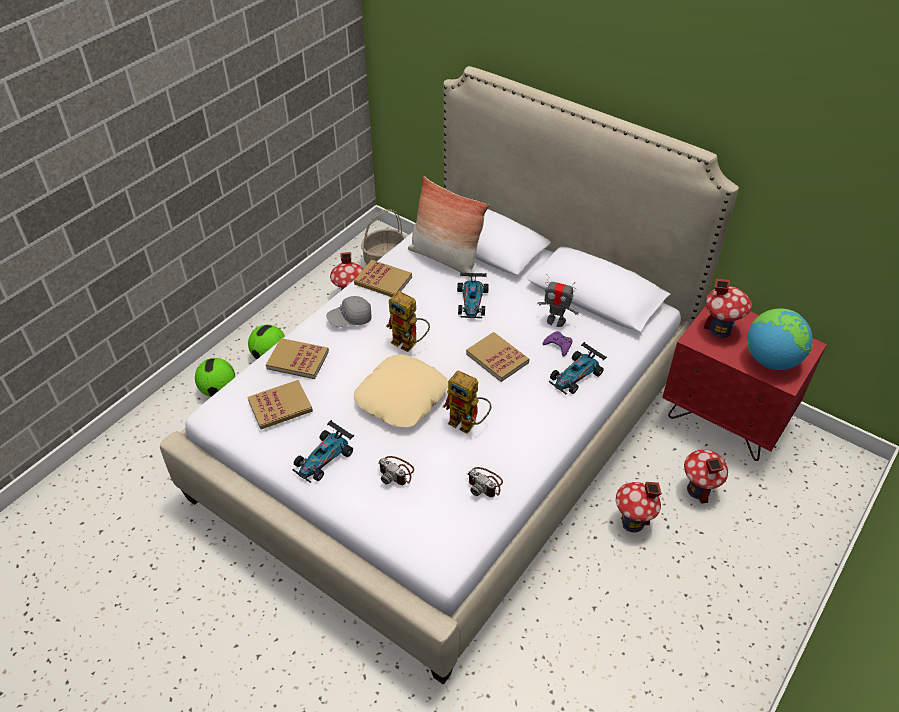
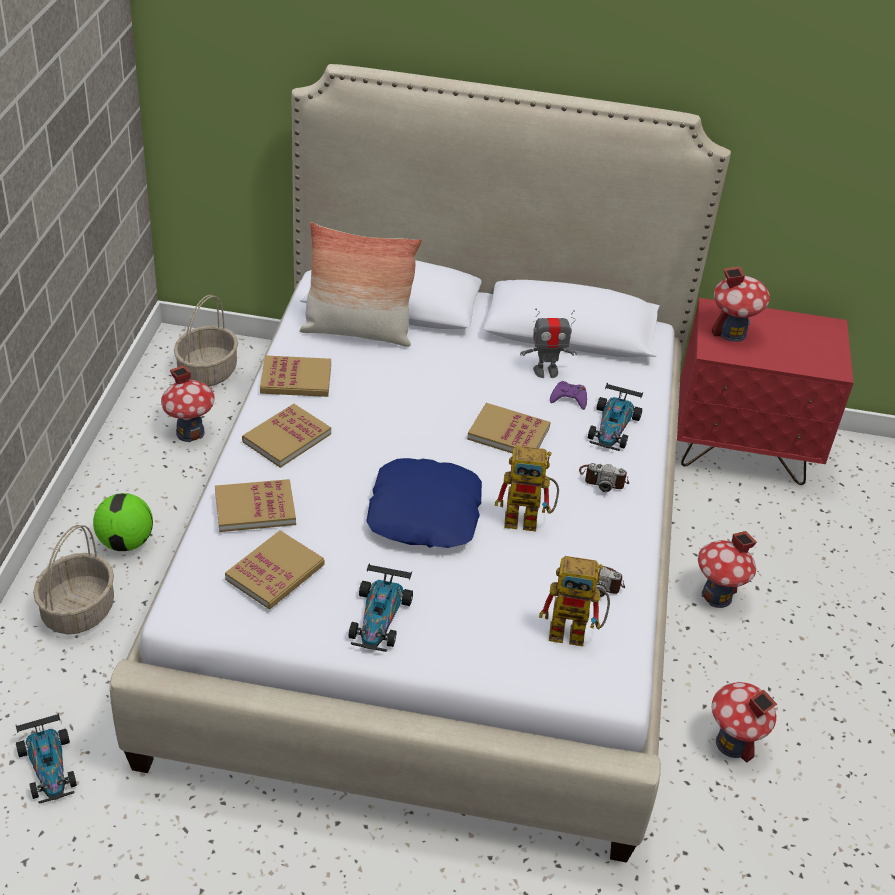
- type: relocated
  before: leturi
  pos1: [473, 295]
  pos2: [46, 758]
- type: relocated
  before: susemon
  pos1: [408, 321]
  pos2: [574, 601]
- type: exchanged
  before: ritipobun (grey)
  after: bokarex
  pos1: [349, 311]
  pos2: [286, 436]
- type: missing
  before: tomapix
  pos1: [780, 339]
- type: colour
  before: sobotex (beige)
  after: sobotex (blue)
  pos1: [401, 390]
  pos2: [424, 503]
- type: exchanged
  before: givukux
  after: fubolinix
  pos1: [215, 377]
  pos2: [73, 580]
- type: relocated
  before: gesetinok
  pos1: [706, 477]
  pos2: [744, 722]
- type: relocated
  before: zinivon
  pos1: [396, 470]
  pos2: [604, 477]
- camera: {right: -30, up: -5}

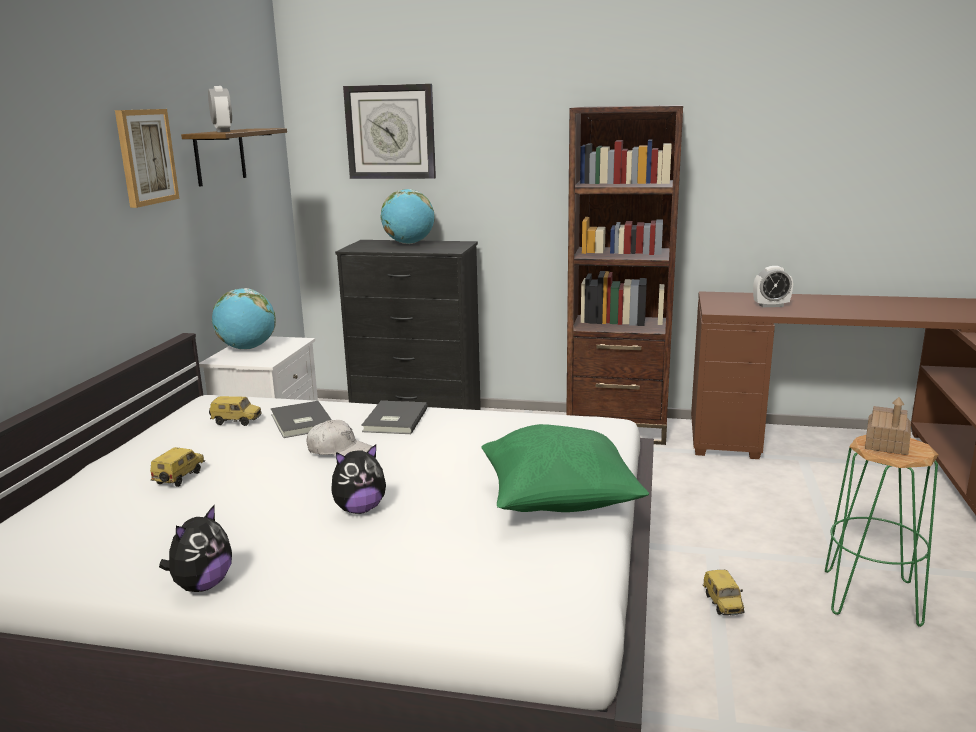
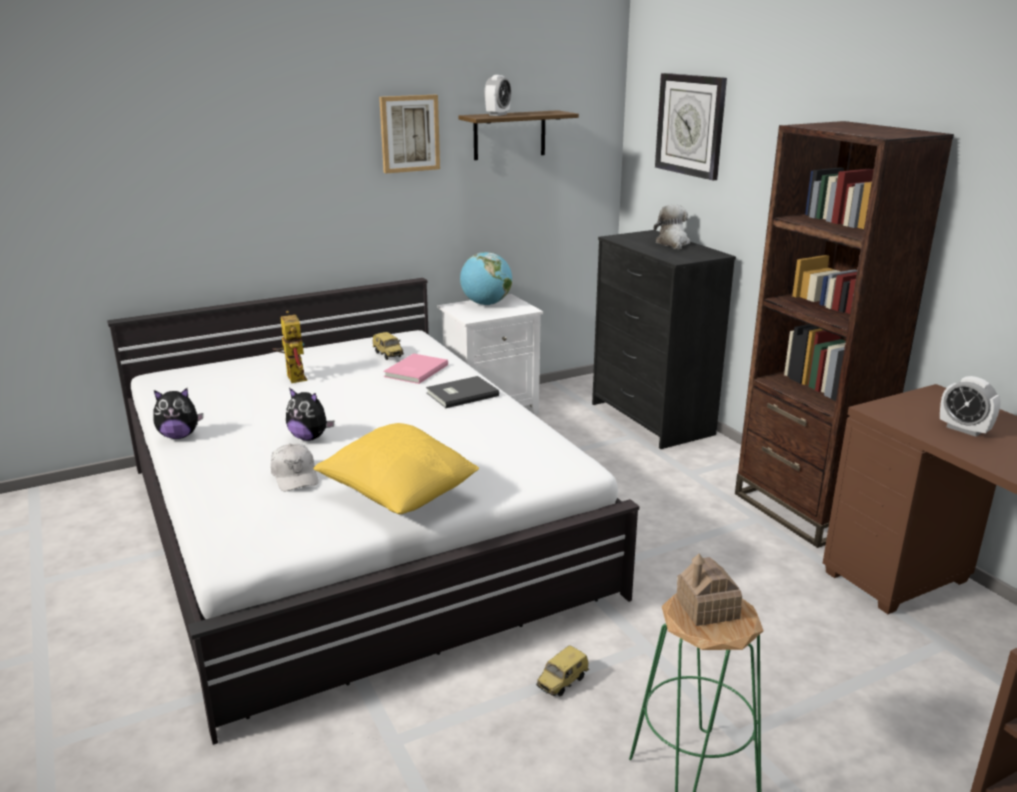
- type: exchanged
  before: tomapix
  after: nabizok
  pos1: [407, 216]
  pos2: [672, 227]
- type: colour
  before: bokarex (grey)
  after: bokarex (pink)
  pos1: [301, 419]
  pos2: [415, 368]
- type: relocated
  before: ritipobun (white)
  pos1: [339, 438]
  pos2: [295, 467]
- type: colour
  before: sobotex (green)
  after: sobotex (yellow)
  pos1: [565, 468]
  pos2: [396, 468]
- type: exchanged
  before: leturi
  after: susemon
  pos1: [177, 467]
  pos2: [289, 347]
- camera: {right: 50, up: 5}

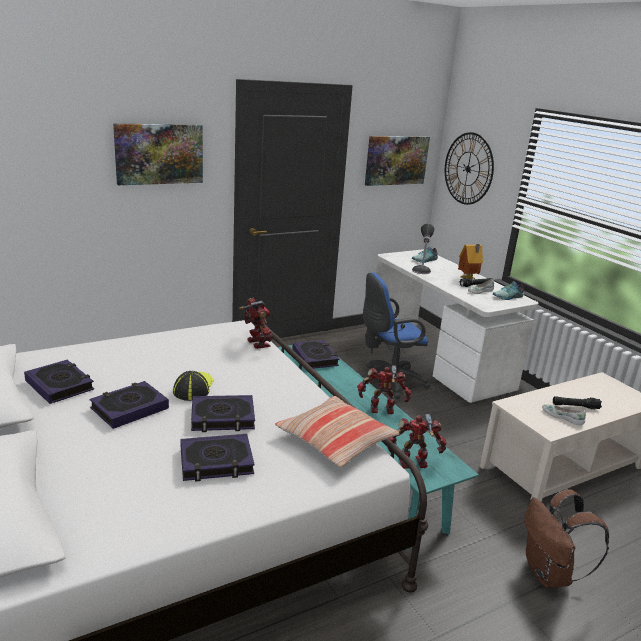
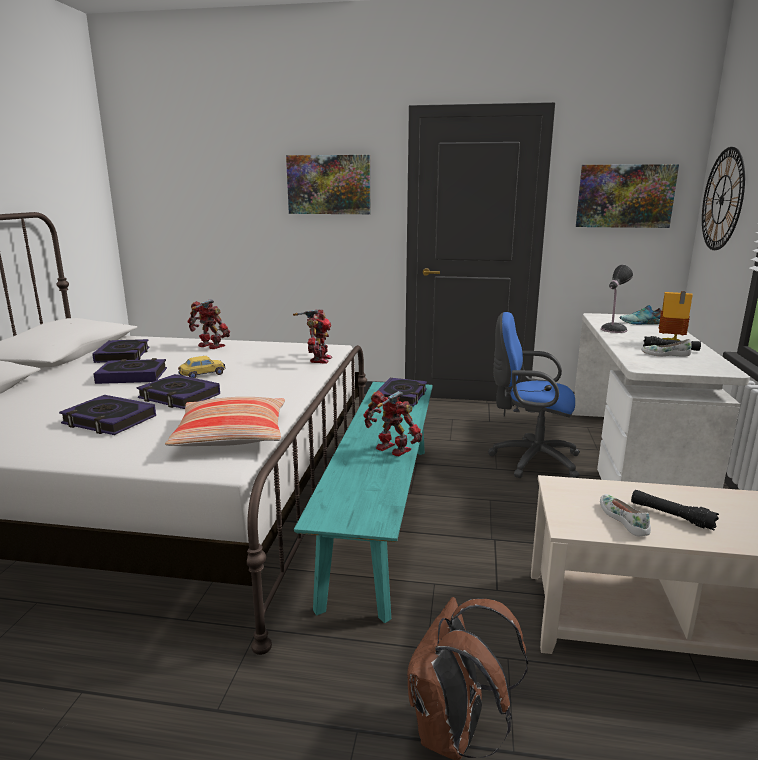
- type: missing
  before: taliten
  pos1: [508, 290]
- type: exchanged
  before: ritipobun
  after: leturi
  pos1: [193, 386]
  pos2: [202, 367]
- type: relocated
  before: susemon
  pos1: [417, 441]
  pos2: [209, 324]
- camera: {right: 40, up: -5}

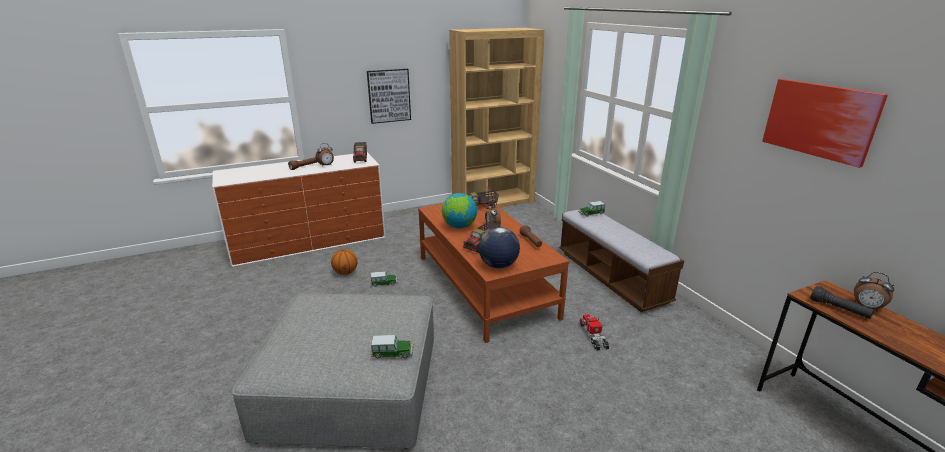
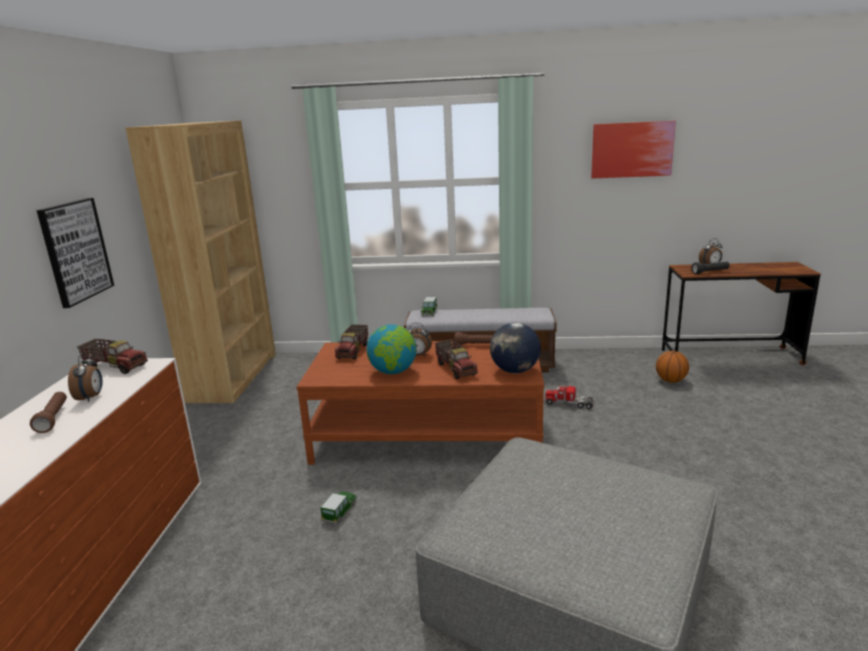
- type: relocated
  before: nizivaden
  pos1: [344, 262]
  pos2: [672, 367]
- type: missing
  before: leturi
  pos1: [392, 347]
- camera: {right: -60, up: -5}

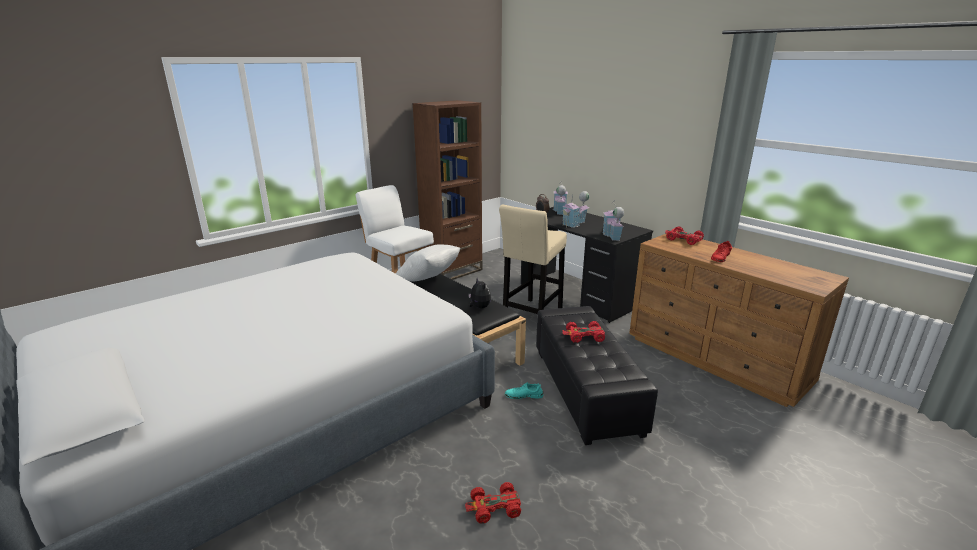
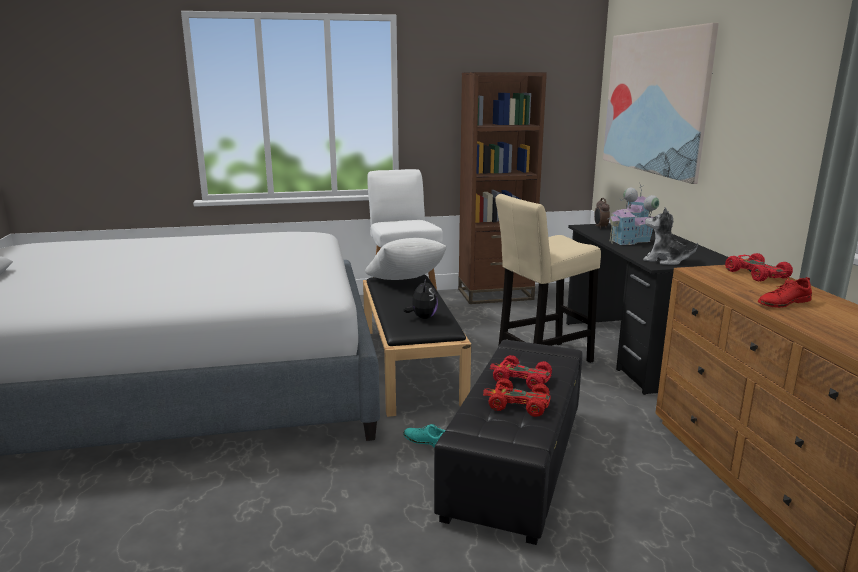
- type: exchanged
  before: gesetinok
  after: nabizok
  pos1: [613, 222]
  pos2: [670, 236]
- type: relocated
  before: leturi (red)
  pos1: [493, 503]
  pos2: [517, 397]
- type: appeared
  after: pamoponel
  pos2: [661, 103]
- camera: {right: 30, up: -5}

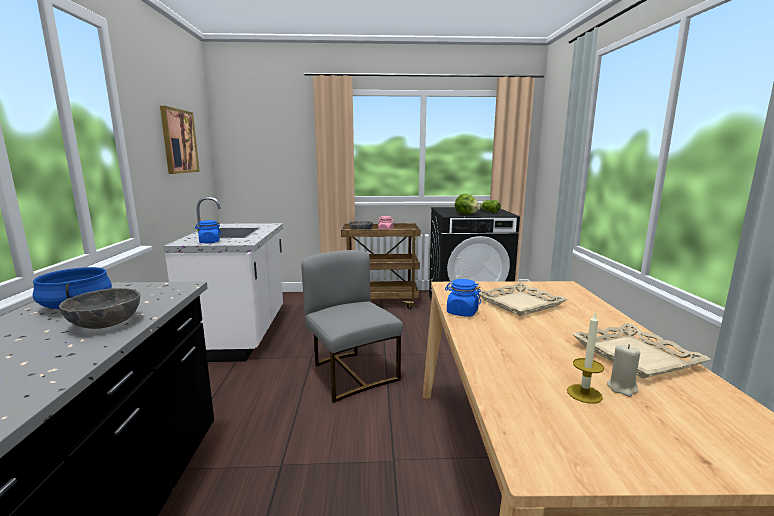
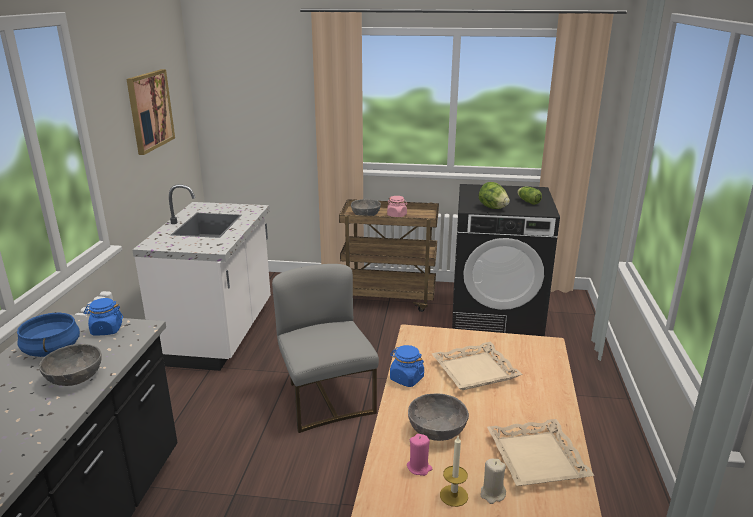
- type: relocated
  before: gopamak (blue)
  pos1: [208, 232]
  pos2: [103, 316]
- type: appeared
  after: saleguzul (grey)
  pos2: [438, 417]
- type: appeared
  after: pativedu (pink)
  pos2: [419, 455]
- camera: {right: 10, up: 10}

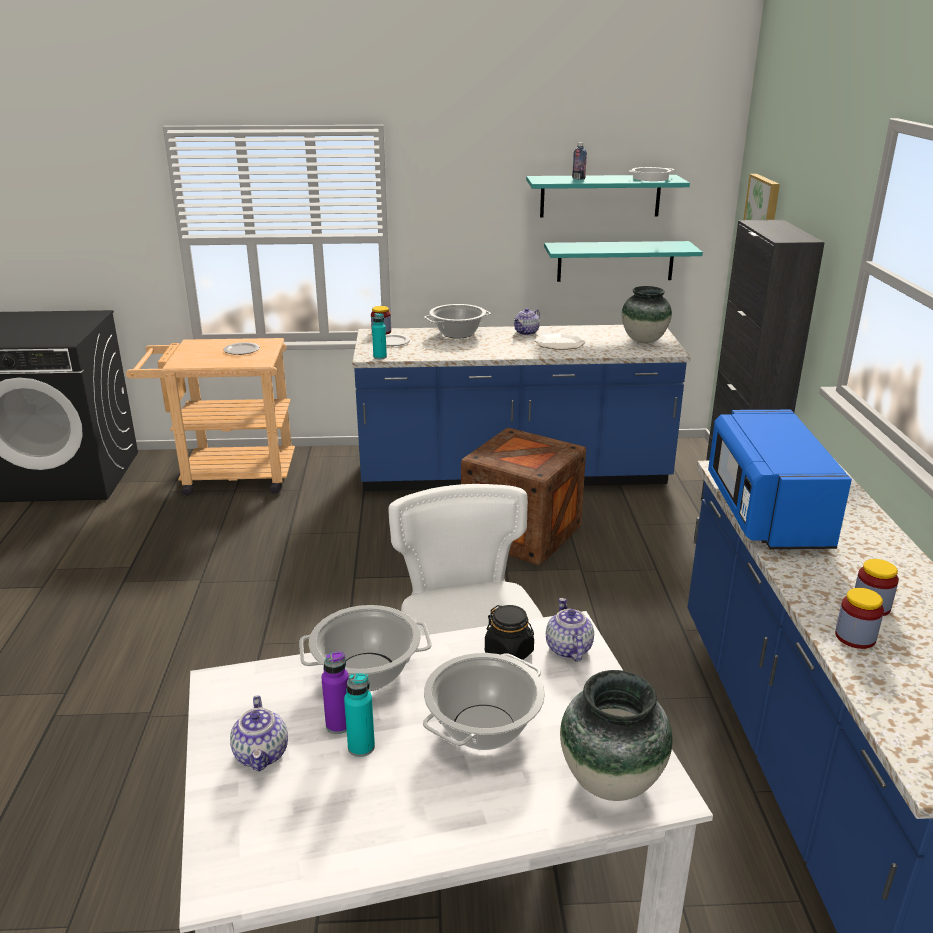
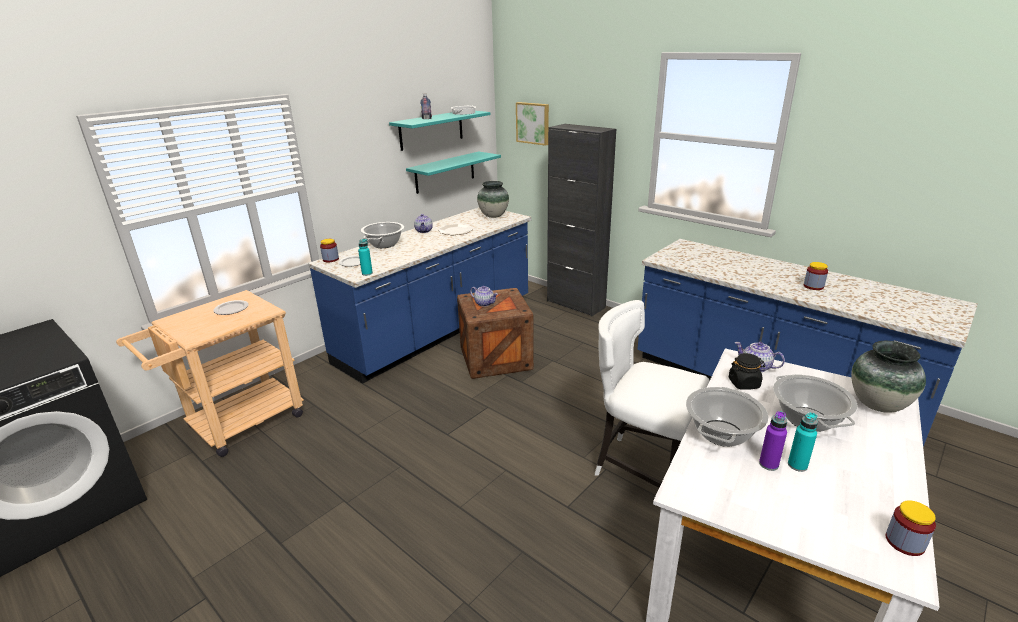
- type: missing
  before: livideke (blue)
  pos1: [780, 479]
- type: relocated
  before: gopamak
  pos1: [859, 618]
  pos2: [911, 528]
- type: relocated
  before: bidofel
  pos1: [259, 733]
  pos2: [484, 296]
- camera: {right: -45, up: 0}

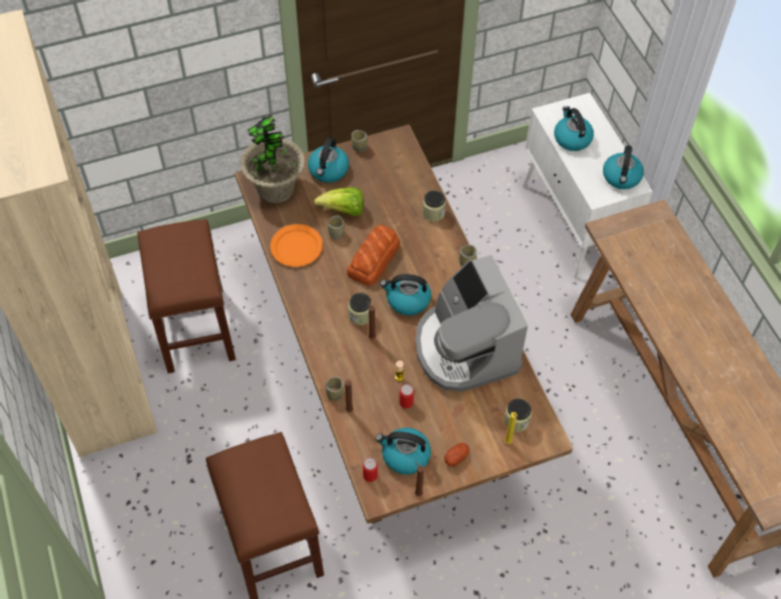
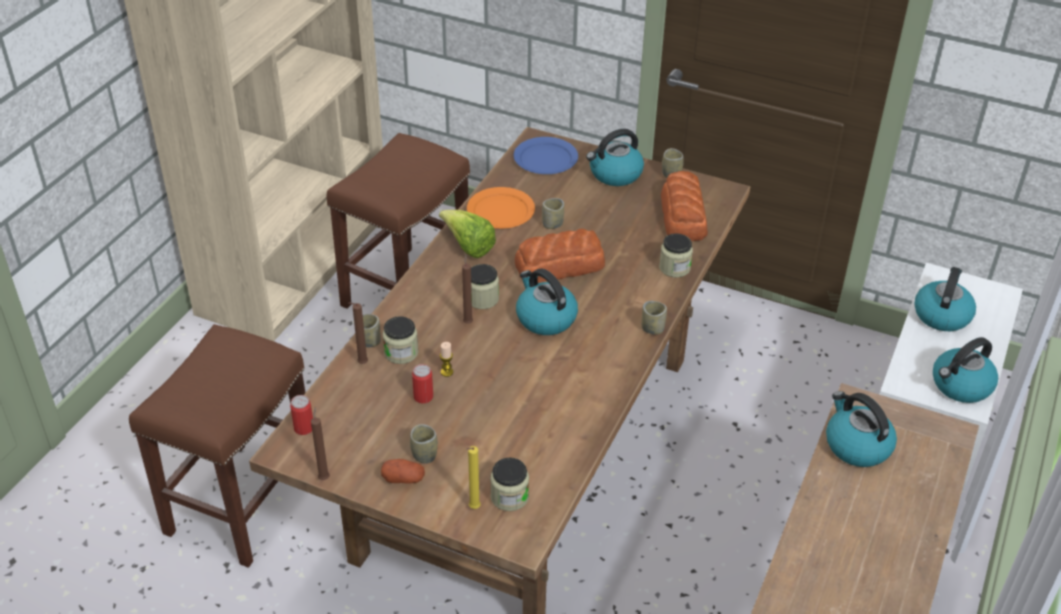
- type: exchanged
  before: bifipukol
  after: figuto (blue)
  pos1: [272, 158]
  pos2: [546, 155]
- type: relocated
  before: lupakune
  pos1: [339, 201]
  pos2: [467, 234]
- type: missing
  before: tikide
  pos1: [471, 323]
- type: relocated
  before: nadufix
  pos1: [403, 451]
  pos2: [861, 429]
- type: appeared
  after: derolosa
  pos2: [684, 206]
- type: appeared
  after: gopamak
  pos2: [400, 340]
- type: appeared
  after: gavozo
  pos2: [424, 444]
- camera: {right: 45, up: -15}

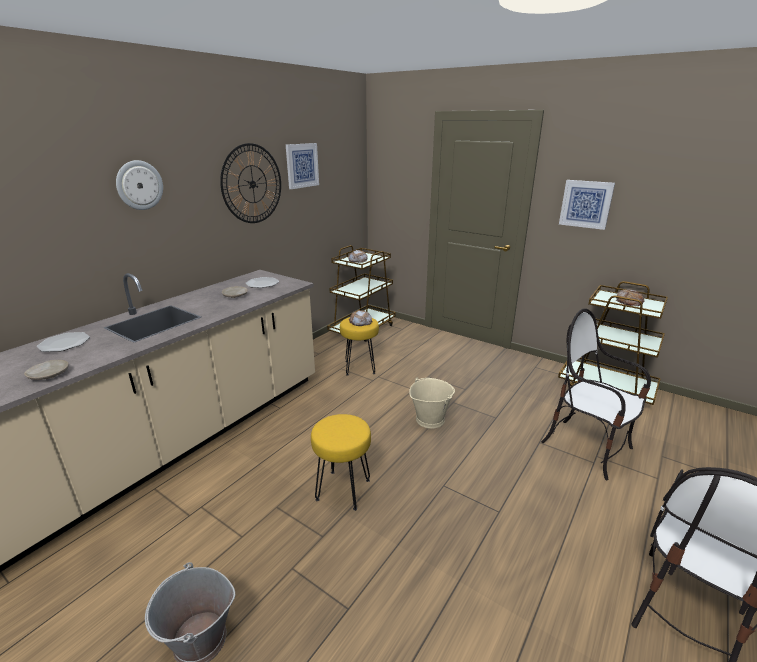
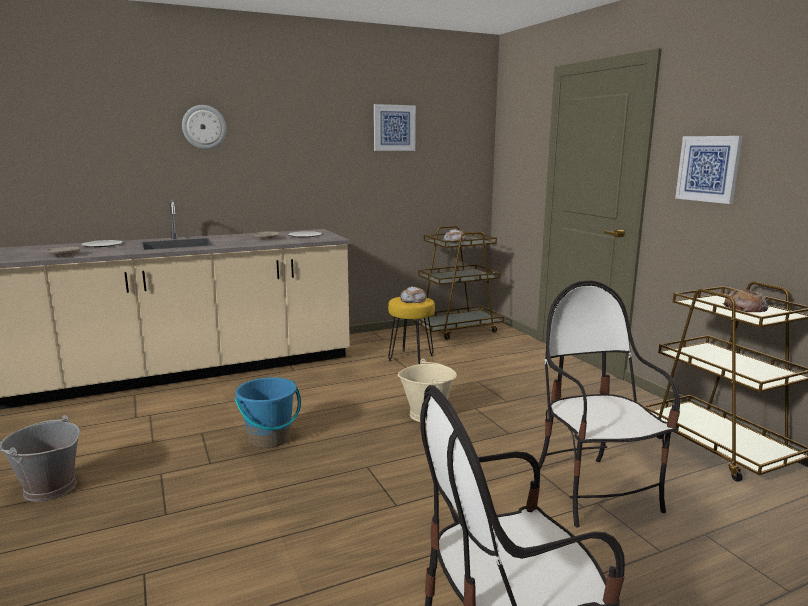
- type: missing
  before: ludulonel
  pos1: [250, 183]
- type: exchanged
  before: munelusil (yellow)
  after: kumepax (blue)
  pos1: [341, 462]
  pos2: [268, 412]
- camera: {right: 30, up: -10}

